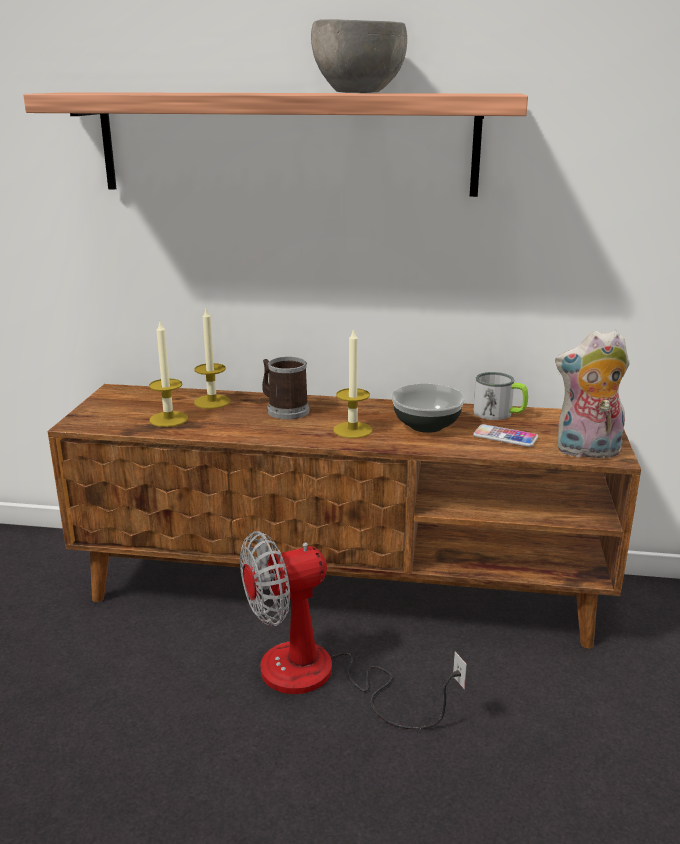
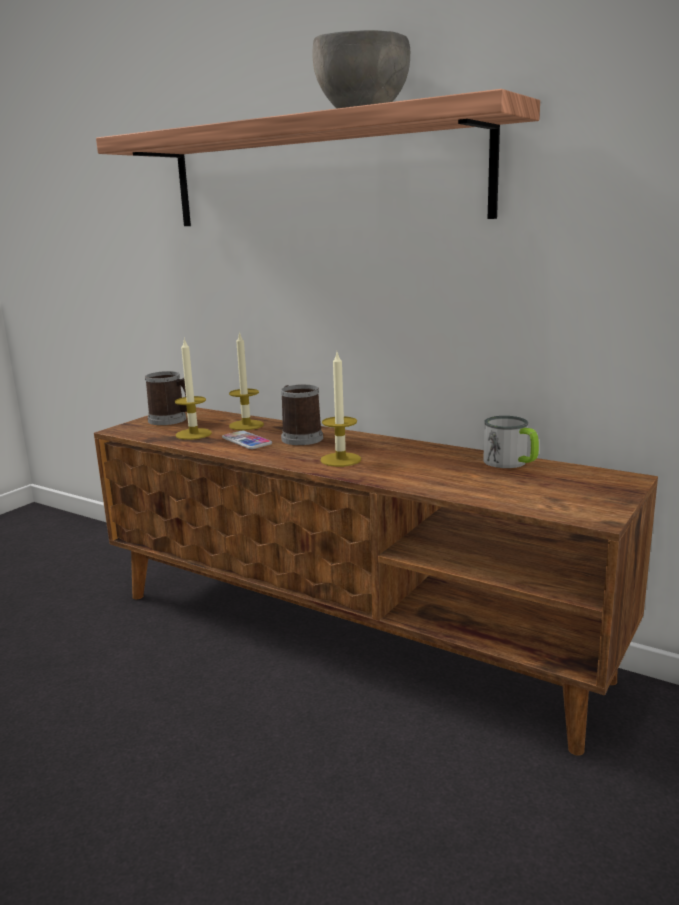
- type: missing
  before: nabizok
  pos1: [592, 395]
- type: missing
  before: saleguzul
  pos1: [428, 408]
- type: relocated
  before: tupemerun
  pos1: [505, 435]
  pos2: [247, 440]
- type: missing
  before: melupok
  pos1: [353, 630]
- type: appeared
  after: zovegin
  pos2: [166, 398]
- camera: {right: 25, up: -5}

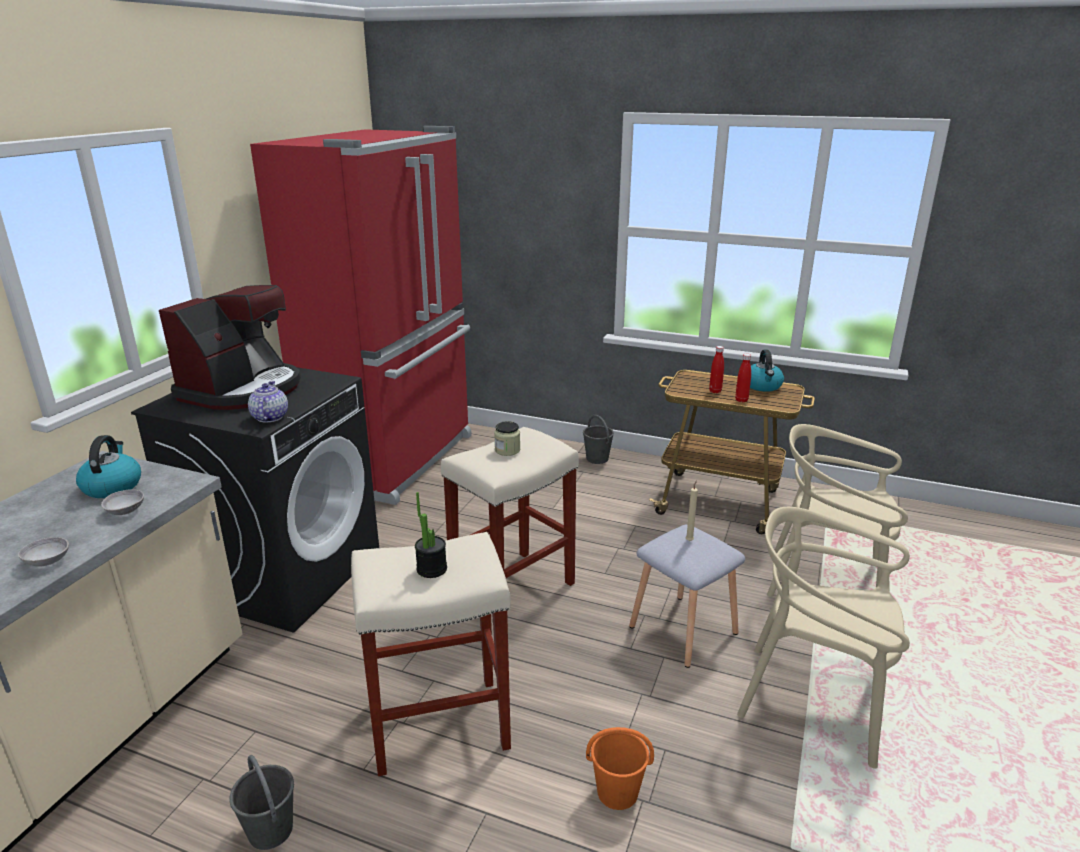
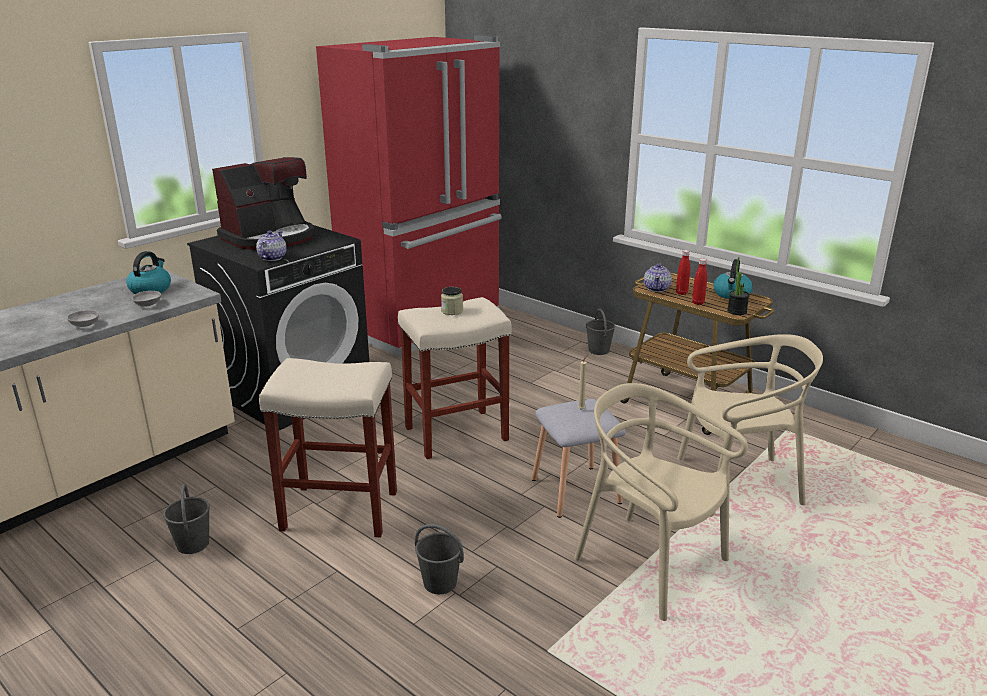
- type: spun
  before: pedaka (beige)
  pos1: [837, 510]
  pos2: [750, 425]
  turn: 135
- type: relocated
  before: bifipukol
  pos1: [431, 535]
  pos2: [738, 286]
- type: colour
  before: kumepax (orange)
  after: kumepax (grey)
  pos1: [620, 768]
  pos2: [439, 559]
- type: appeared
  after: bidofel
  pos2: [658, 277]
- camera: {right: 20, up: 0}

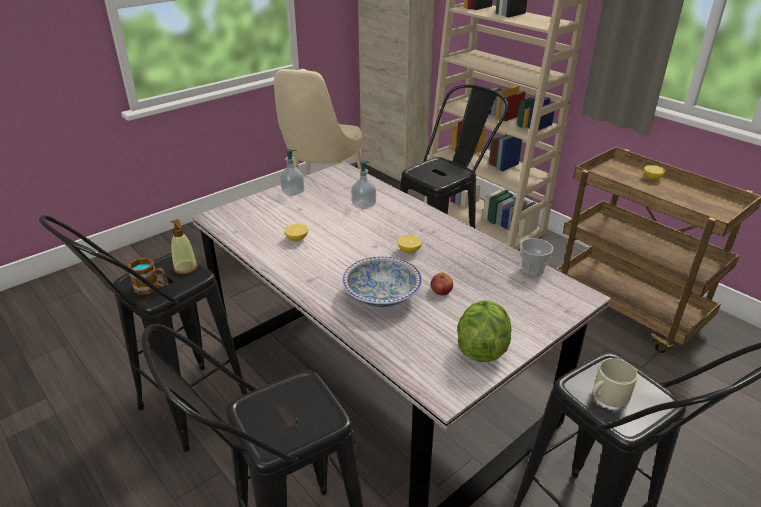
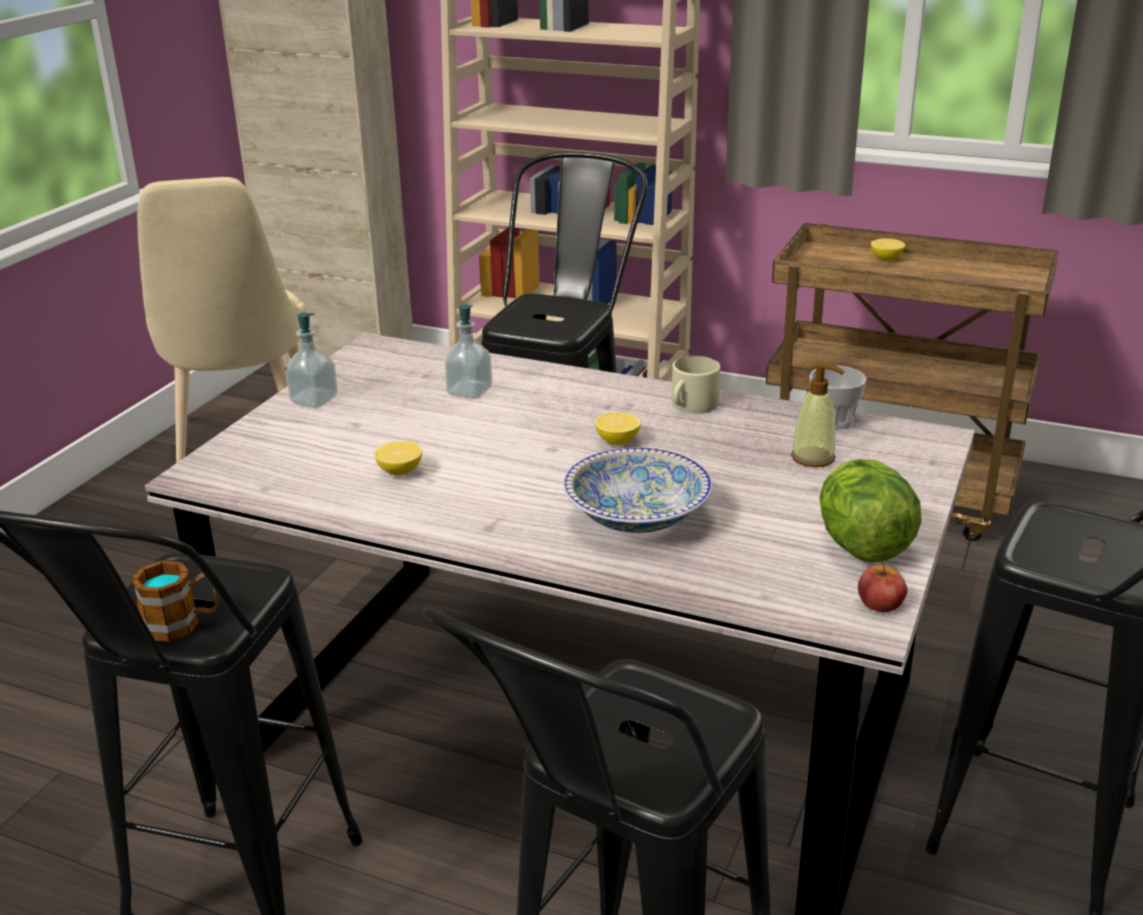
- type: relocated
  before: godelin
  pos1: [184, 246]
  pos2: [818, 414]
- type: relocated
  before: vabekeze
  pos1: [442, 283]
  pos2: [882, 587]
- type: relocated
  before: zovegin (beige)
  pos1: [615, 382]
  pos2: [696, 385]
- camera: {right: -25, up: -5}

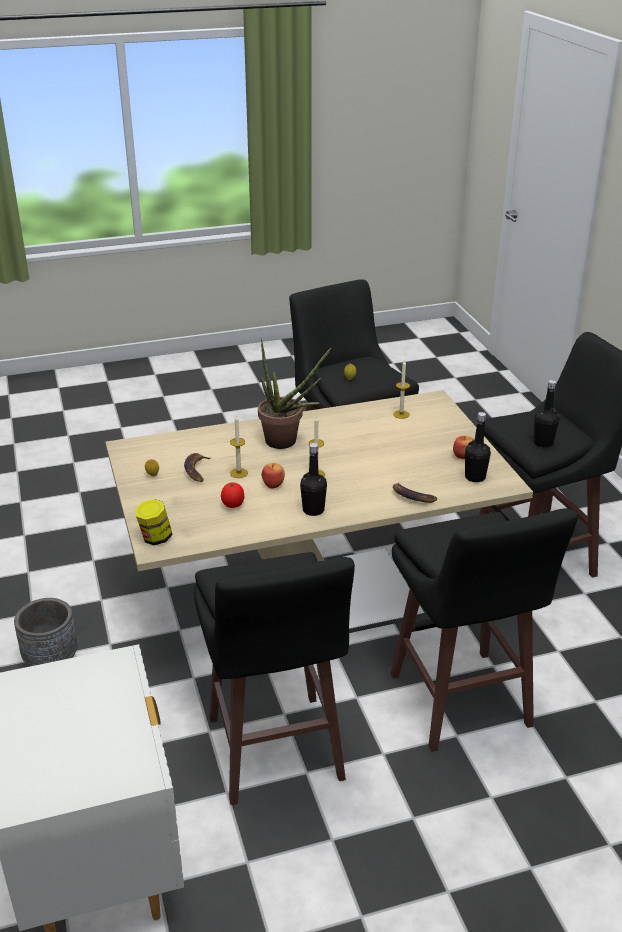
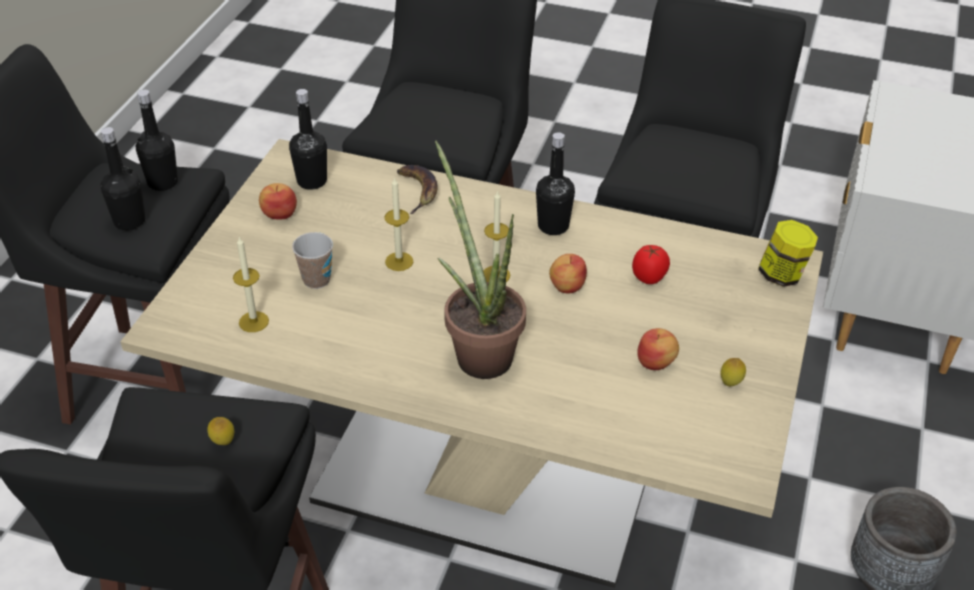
- type: relocated
  before: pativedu
  pos1: [239, 446]
  pos2: [398, 224]
- type: exchanged
  before: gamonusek
  after: vabekeze
  pos1: [198, 467]
  pos2: [658, 349]
- type: appeared
  after: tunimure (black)
  pos2: [123, 178]
- type: appeared
  after: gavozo
  pos2: [312, 260]
- camera: {right: -145, up: 10}

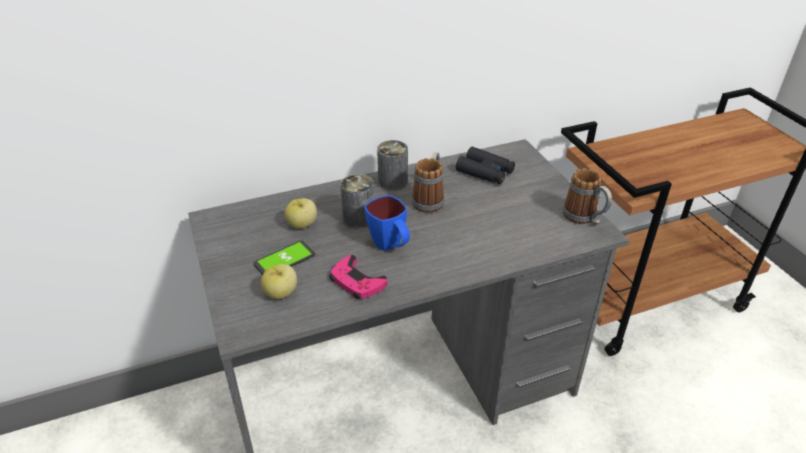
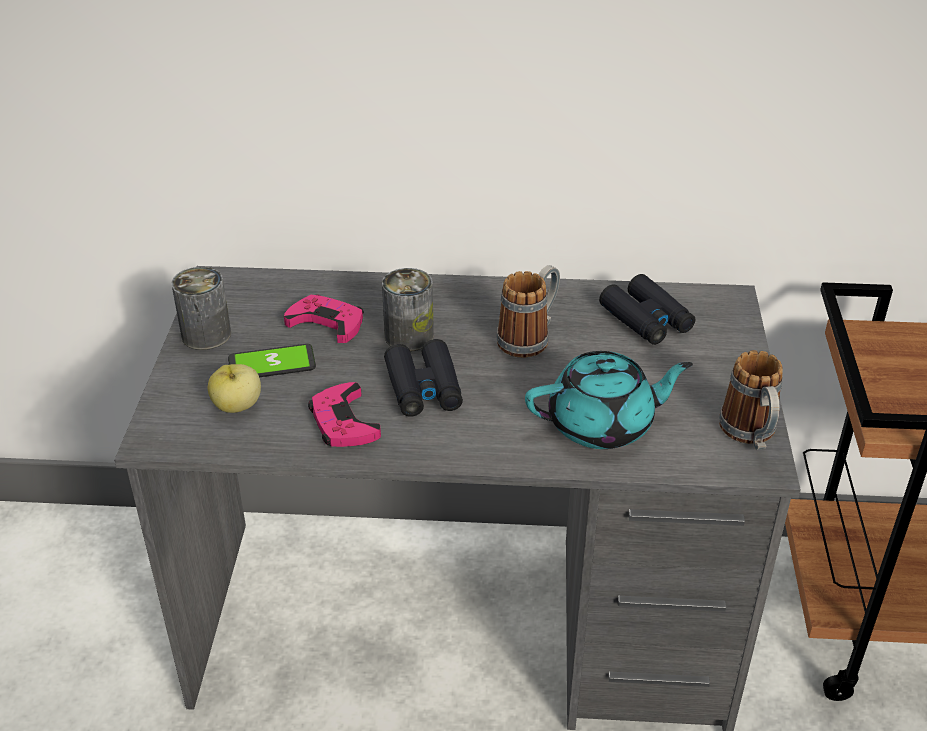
- type: relocated
  before: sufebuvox
  pos1: [392, 165]
  pos2: [201, 308]
- type: exchanged
  before: zovegin (blue)
  after: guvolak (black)
  pos1: [387, 223]
  pos2: [423, 378]
- type: exchanged
  before: vabekeze
  after: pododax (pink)
  pos1: [301, 213]
  pos2: [324, 318]
- type: appeared
  after: bidofel (turquoise)
  pos2: [609, 400]
- camera: {right: 25, up: 0}

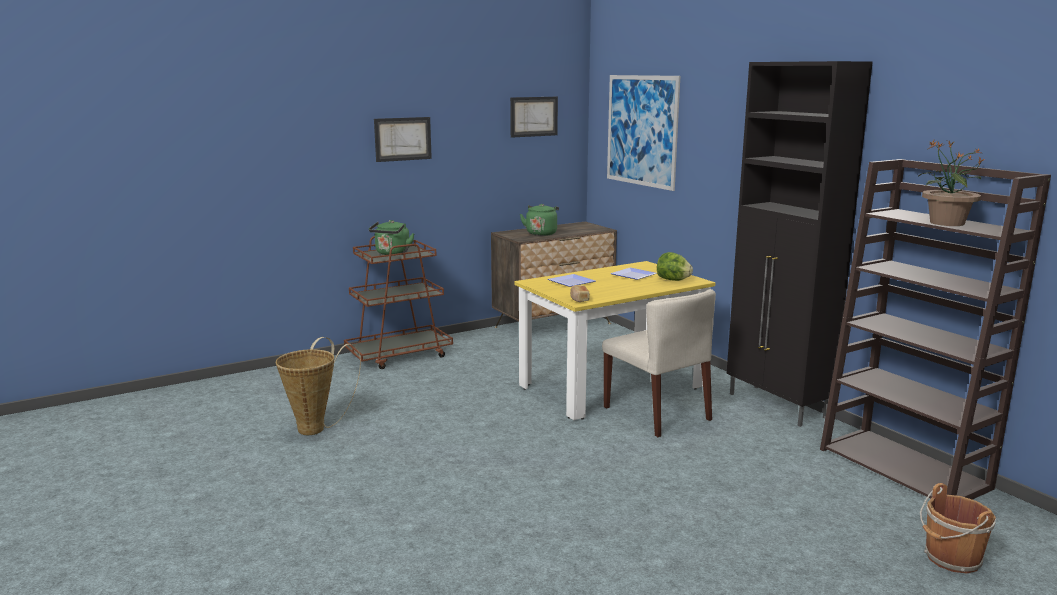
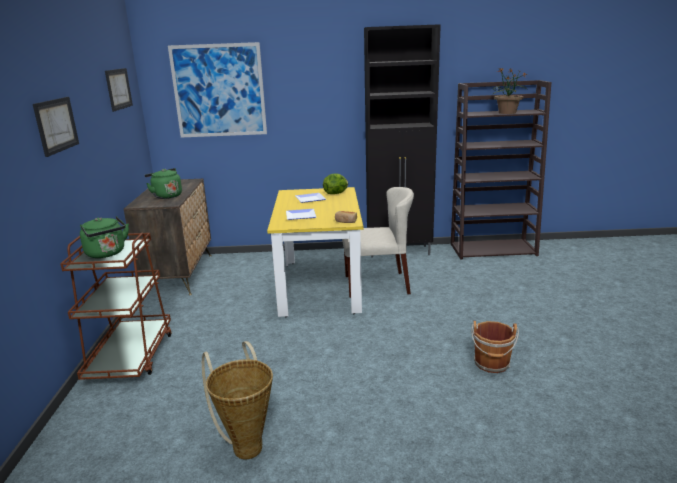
- type: relocated
  before: kumepax (brown)
  pos1: [958, 528]
  pos2: [495, 347]
- camera: {right: -60, up: 5}

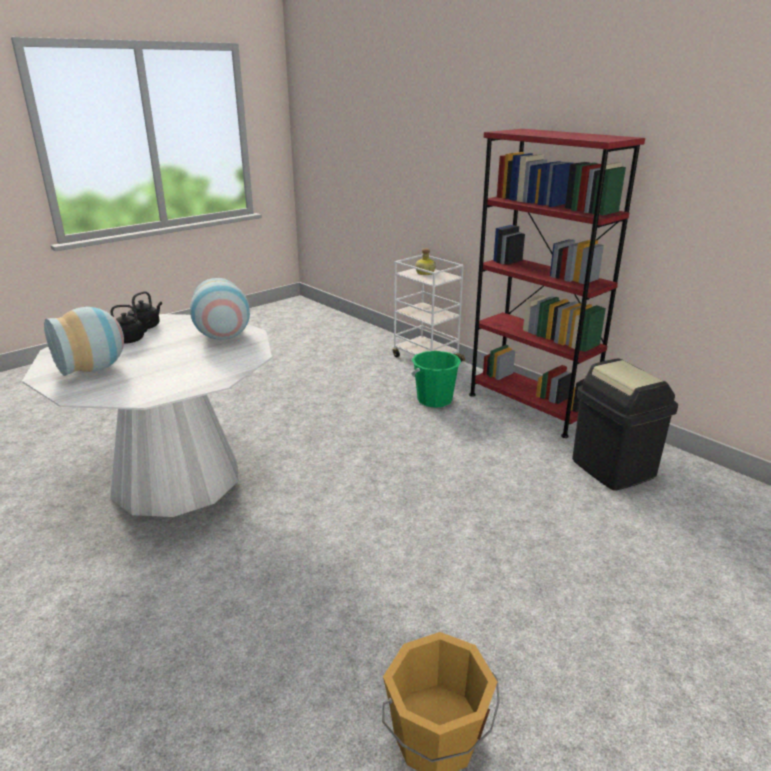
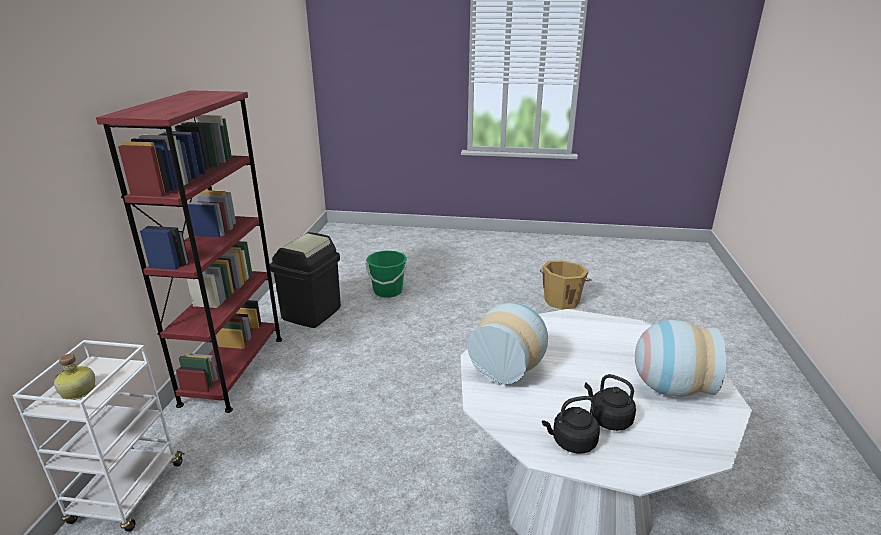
- type: relocated
  before: kumepax (green)
  pos1: [436, 379]
  pos2: [386, 274]
- camera: {right: -130, up: 0}

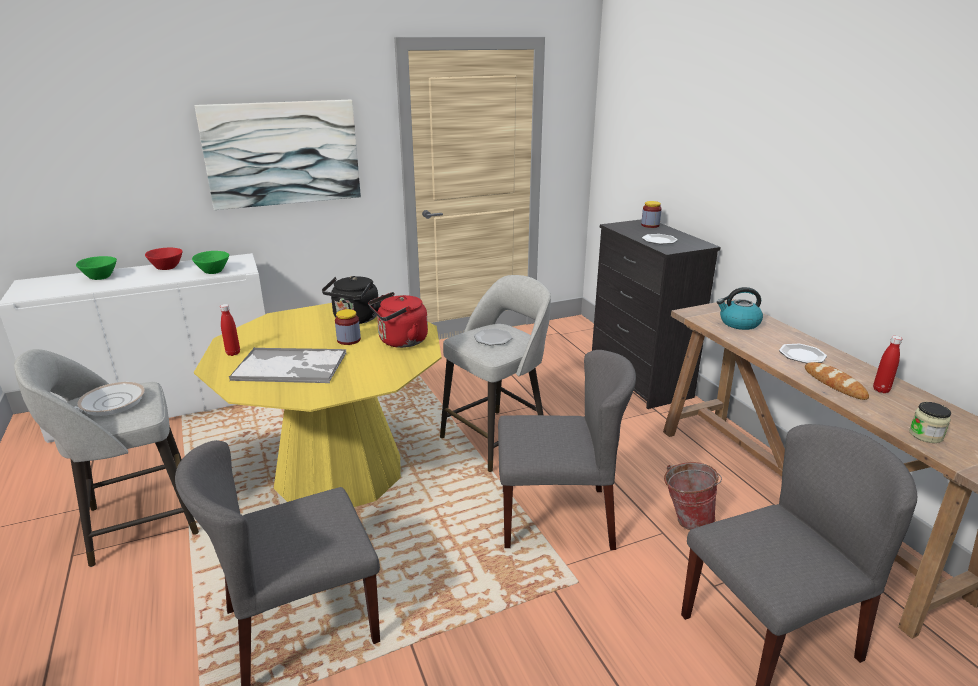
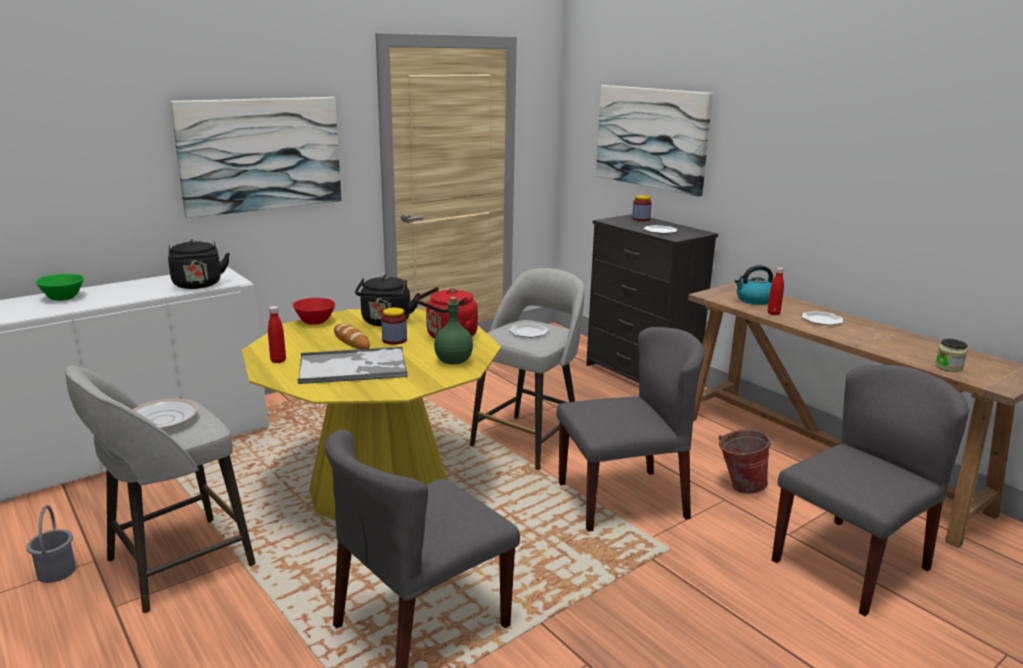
- type: relocated
  before: saleguzul (red)
  pos1: [164, 259]
  pos2: [313, 311]
- type: exchanged
  before: saleguzul (green)
  after: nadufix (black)
  pos1: [210, 262]
  pos2: [199, 264]
- type: relocated
  before: tunimure (red)
  pos1: [887, 364]
  pos2: [776, 291]
- type: relocated
  before: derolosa
  pos1: [837, 381]
  pos2: [352, 336]
- type: appeared
  after: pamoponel
  pos2: [654, 141]
- type: appeared
  after: tunimure (green)
  pos2: [453, 330]
- type: appeared
  after: kumepax (grey)
  pos2: [51, 544]
- camera: {right: -15, up: -5}

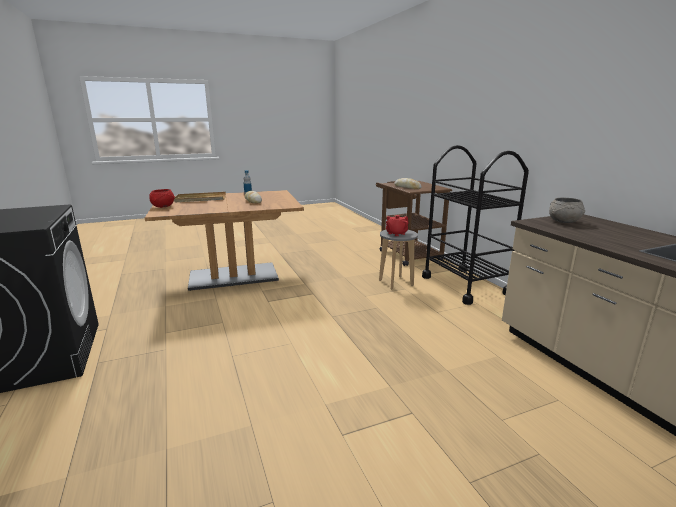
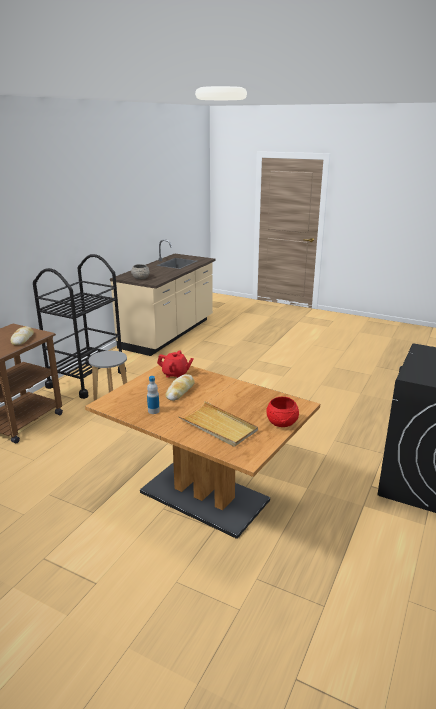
- type: relocated
  before: bidofel (red)
  pos1: [397, 225]
  pos2: [175, 364]
- camera: {right: -130, up: 5}

